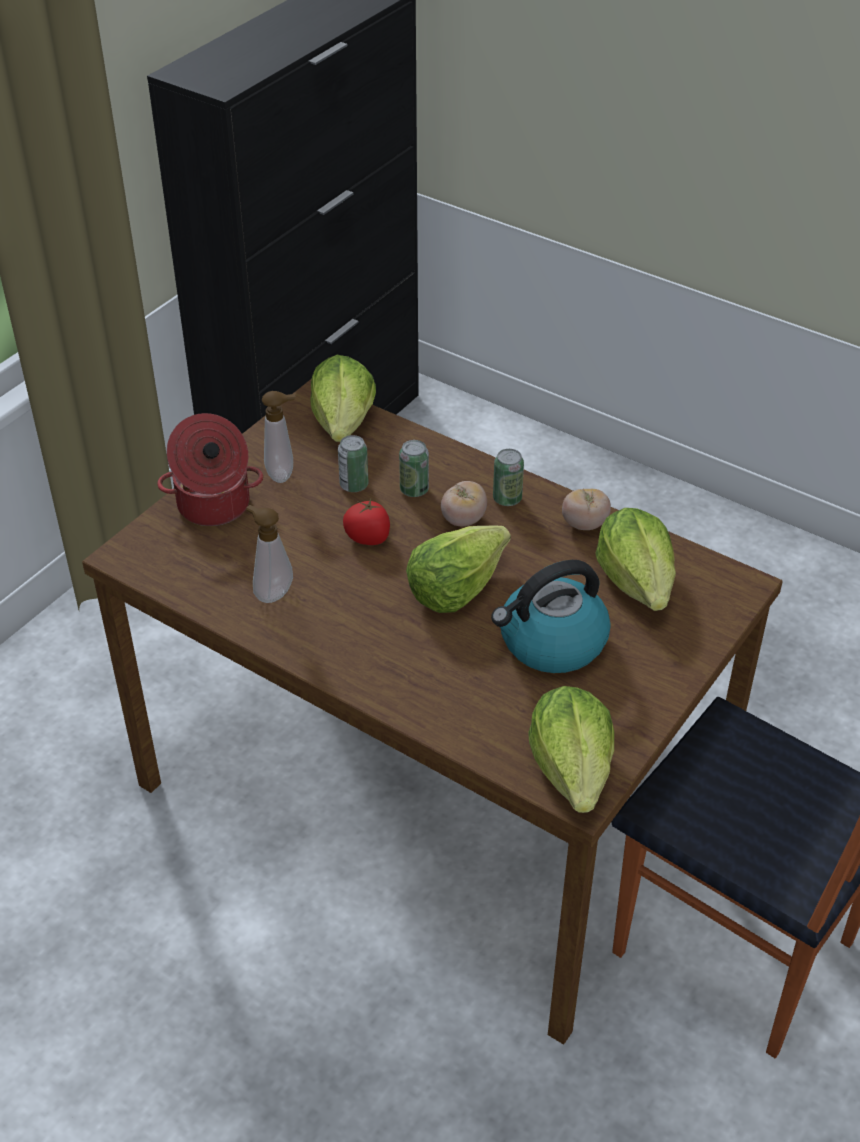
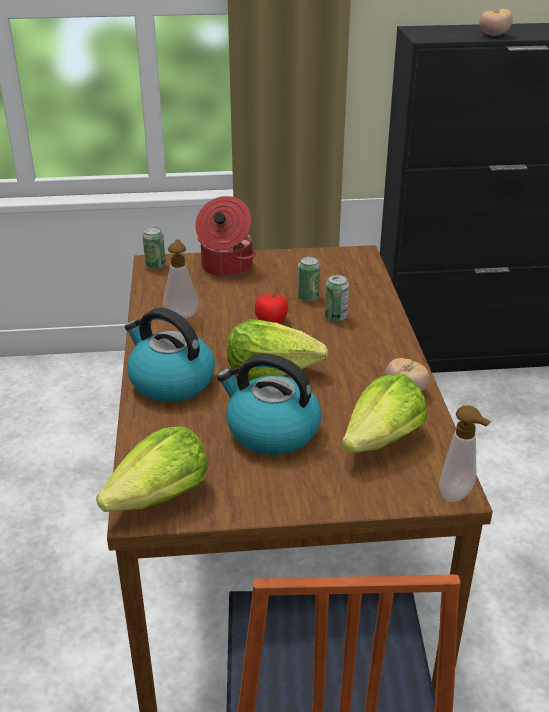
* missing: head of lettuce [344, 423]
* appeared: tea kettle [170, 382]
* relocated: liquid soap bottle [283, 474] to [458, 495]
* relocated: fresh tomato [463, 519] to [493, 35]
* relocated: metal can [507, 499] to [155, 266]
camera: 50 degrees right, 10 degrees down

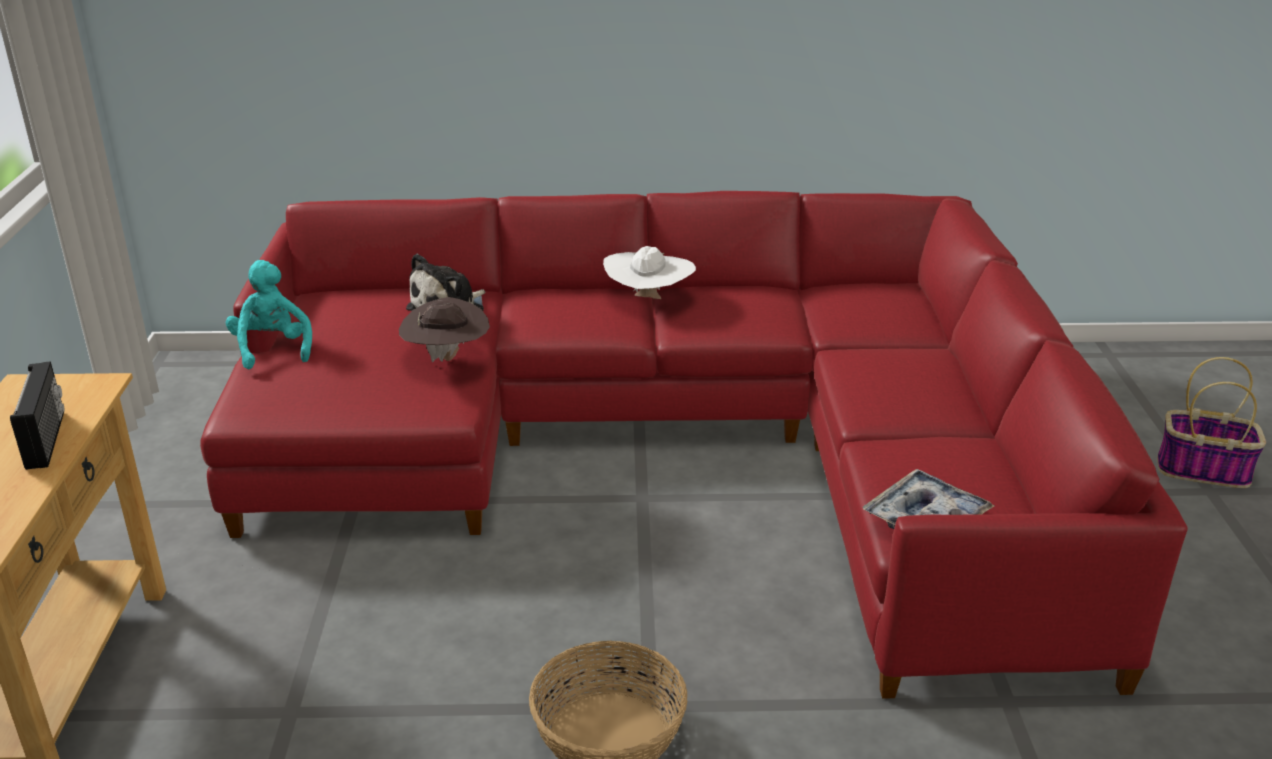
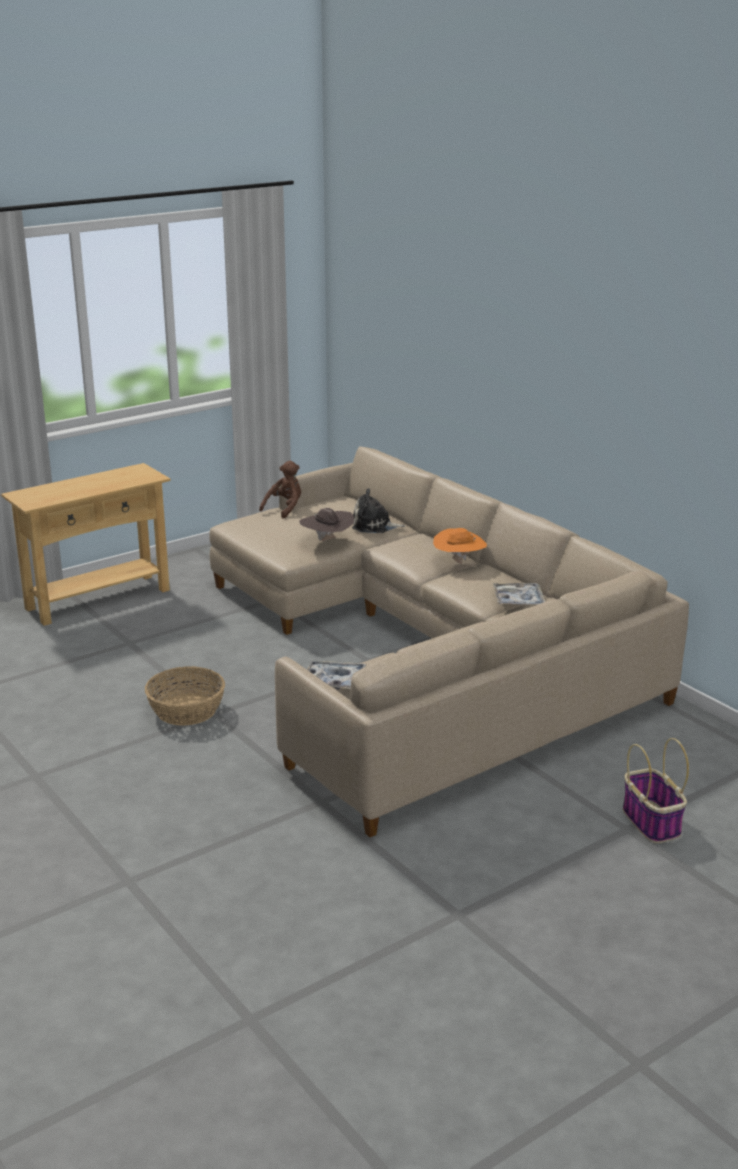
* missing: radio set [48, 439]
* appeared: serving tray [518, 600]
* colour: settee in red [677, 449] to settee in sand-coloured [425, 655]
* colour: plush toy in turquoise-coloured [273, 349] to plush toy in brown-coloured [285, 509]
* colour: clothing hat in whitish [648, 300] to clothing hat in orangey [459, 563]
camera: 55 degrees right, 5 degrees down

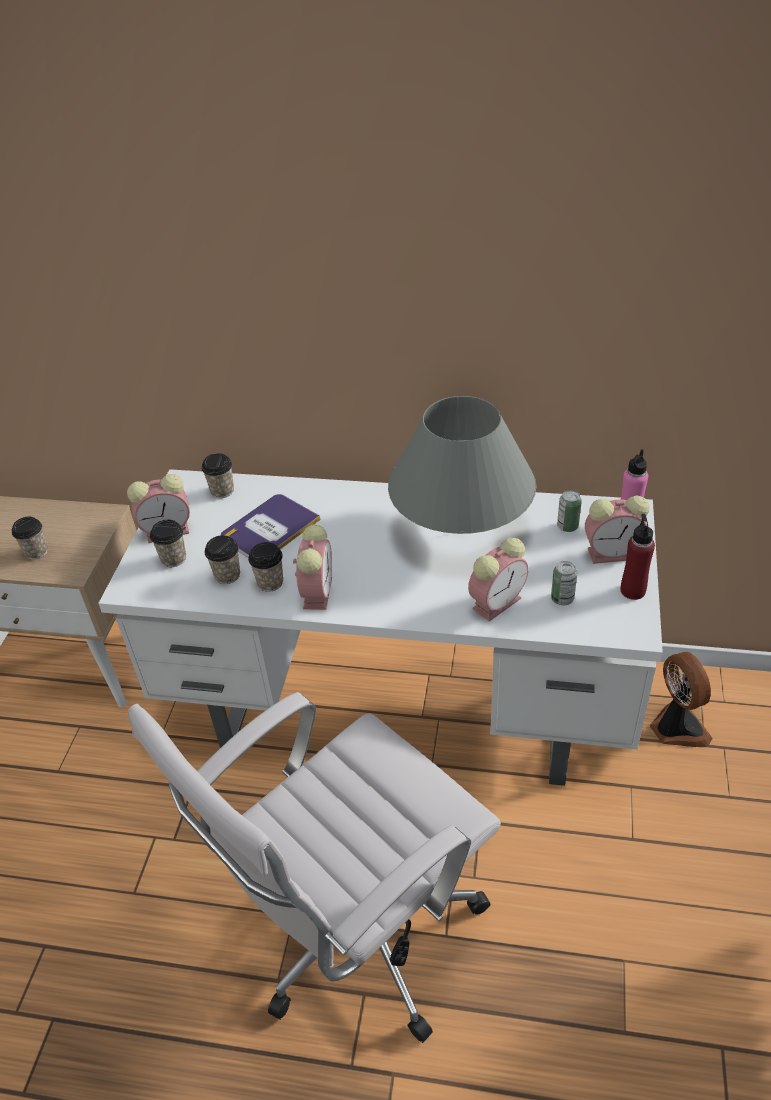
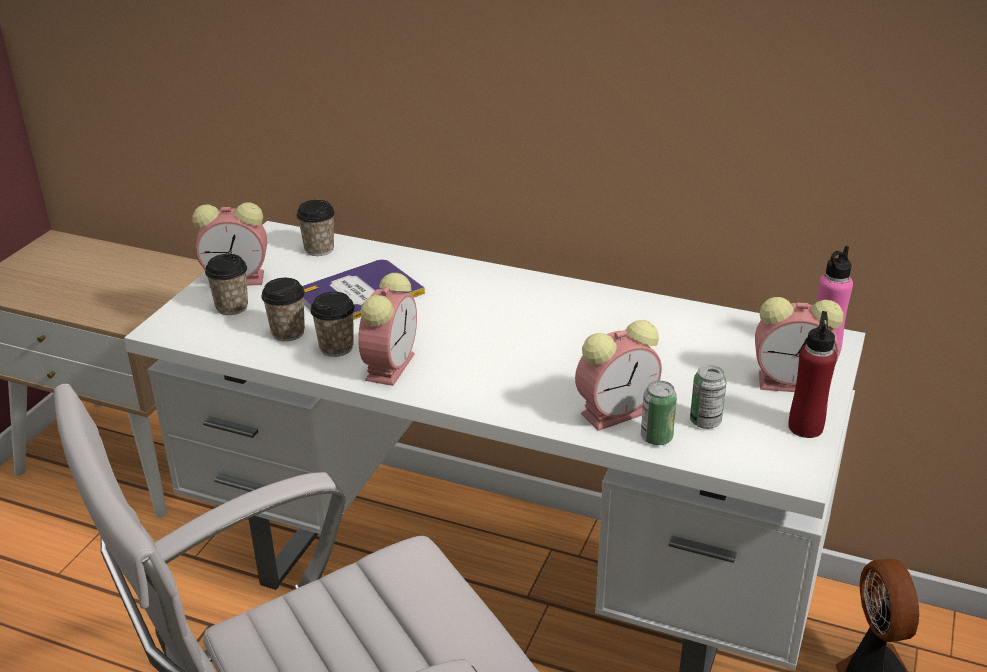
* missing: cup [36, 552]
* missing: lamp for a table in gray [461, 530]
* relocated: metal can [567, 526] to [656, 437]
camera: 10 degrees right, 10 degrees down

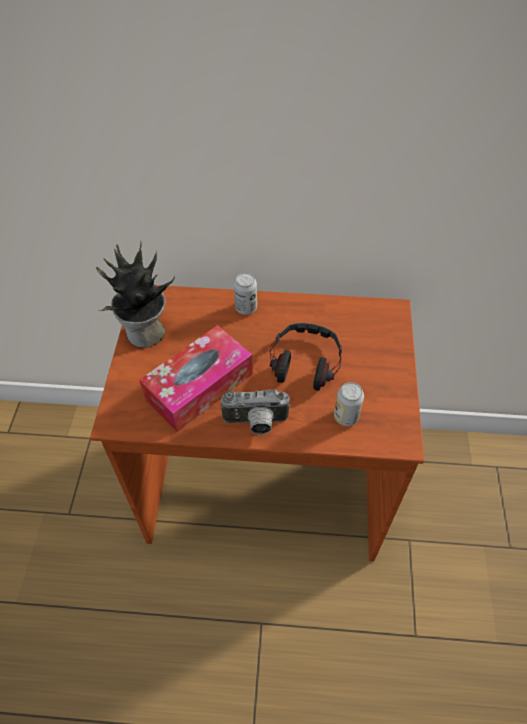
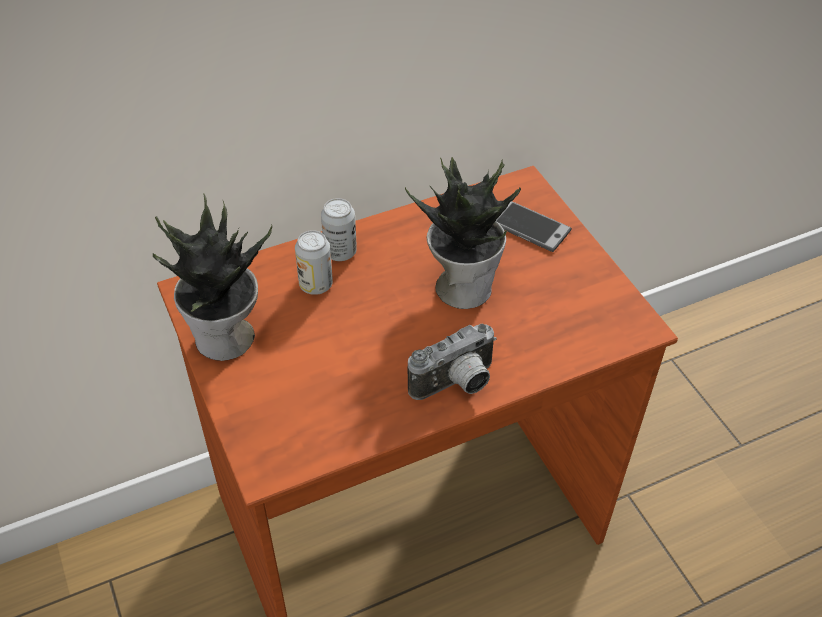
* missing: tissue holder [199, 386]
* appeared: telephone [530, 227]
* relocated: metal can [346, 417] to [316, 284]
* exchanged: headset [304, 361] to potted plant [463, 286]
camera: 30 degrees left, 5 degrees down

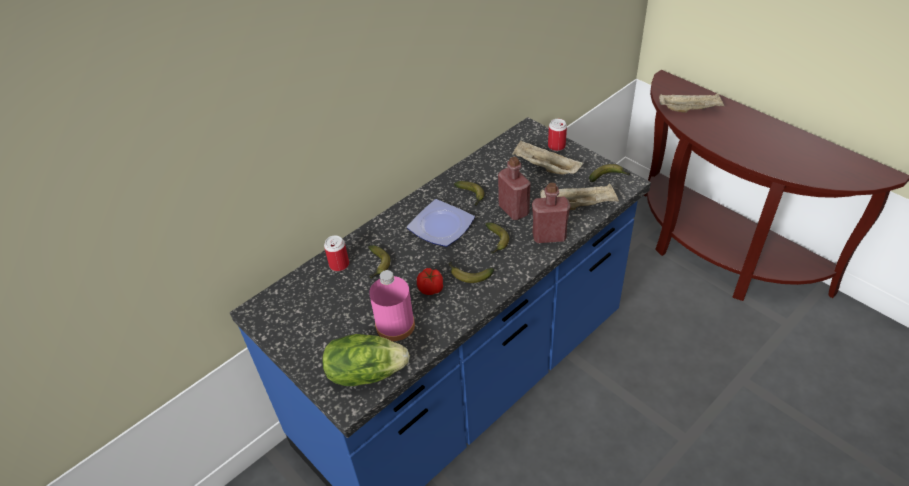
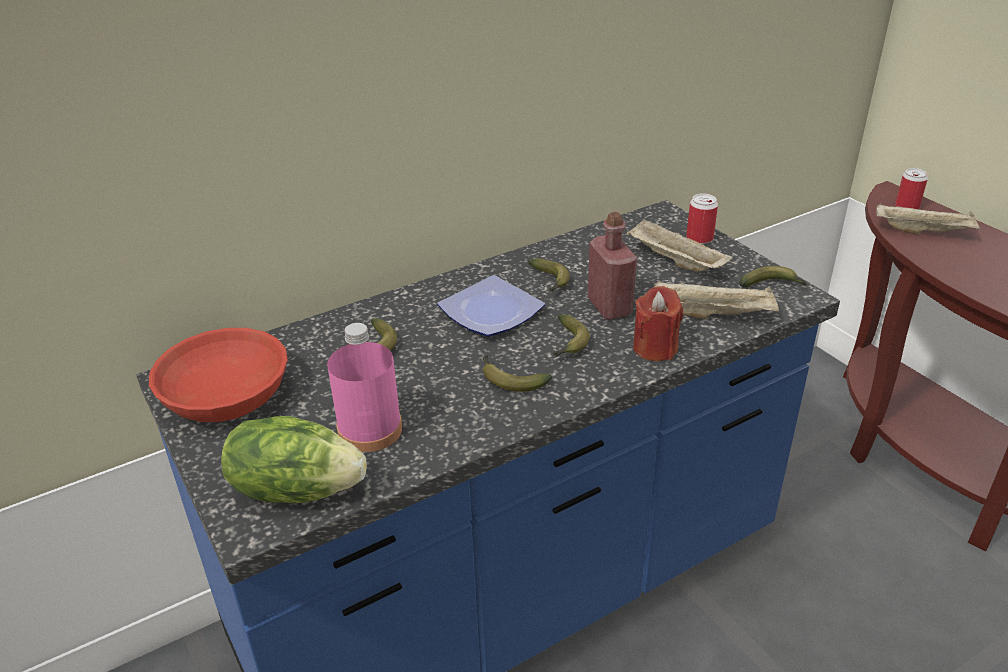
* missing: fresh tomato [431, 289]
* appeared: deep dish in red [226, 395]
* relocated: metal can [339, 264] to [907, 207]
* exchanged: bottle in red [549, 236] to wax candle in red [655, 348]
camera: 10 degrees right, 10 degrees down

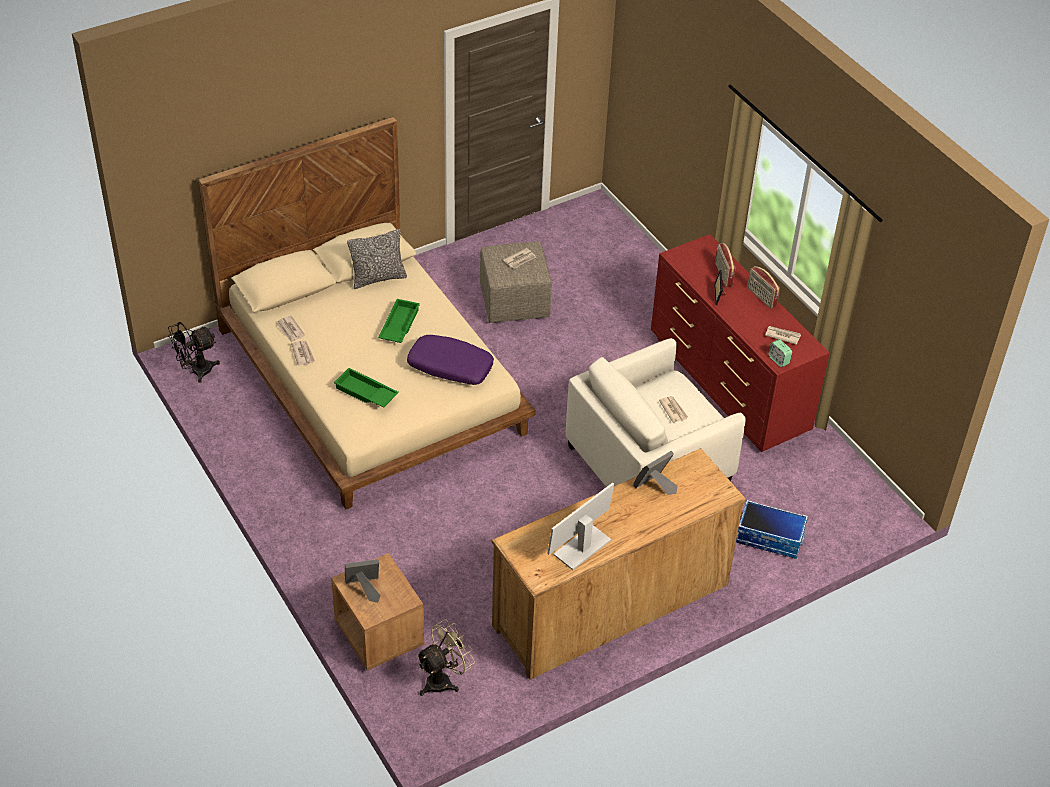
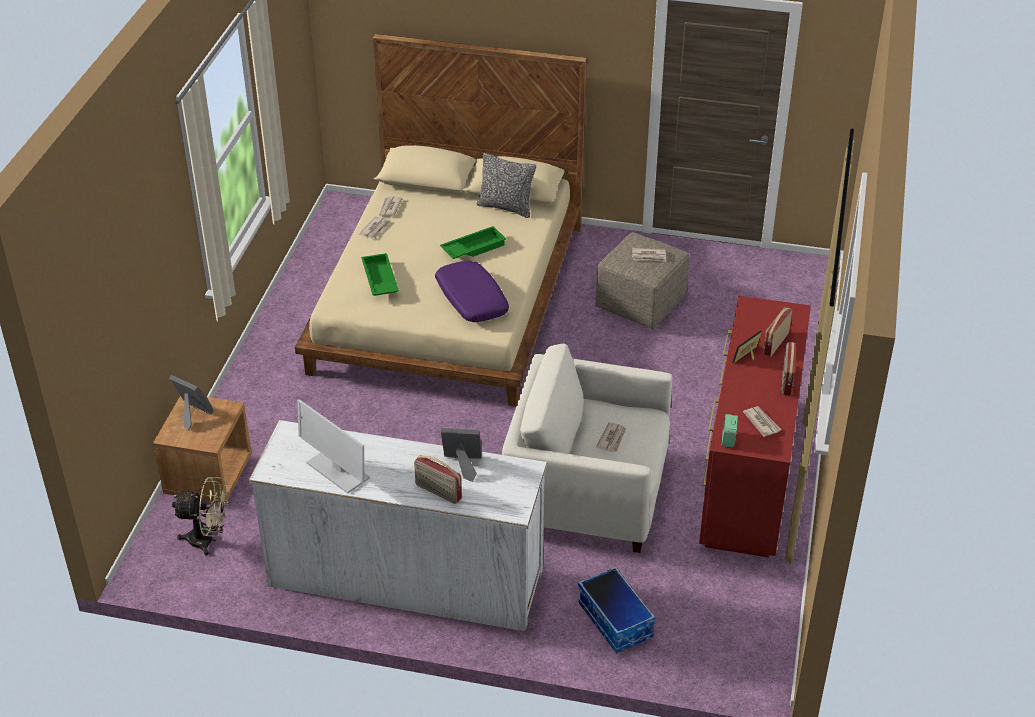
* missing: electric fan in blackish [196, 371]
* appeared: radio set [438, 492]
* colour: dresser in brown-coloured [611, 605] to dresser in whitish [406, 577]
* spun: computer display [582, 547] = [337, 470] 135 degrees counterclockwise
camera: 45 degrees right, 5 degrees down

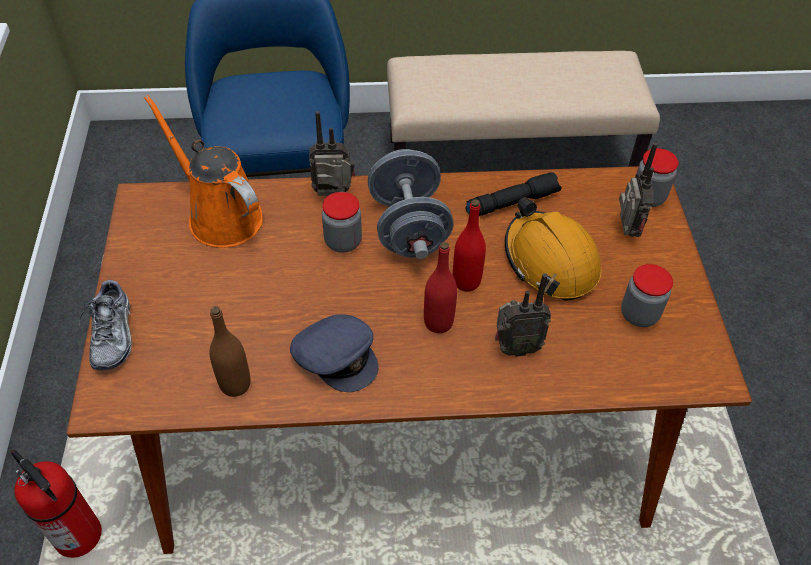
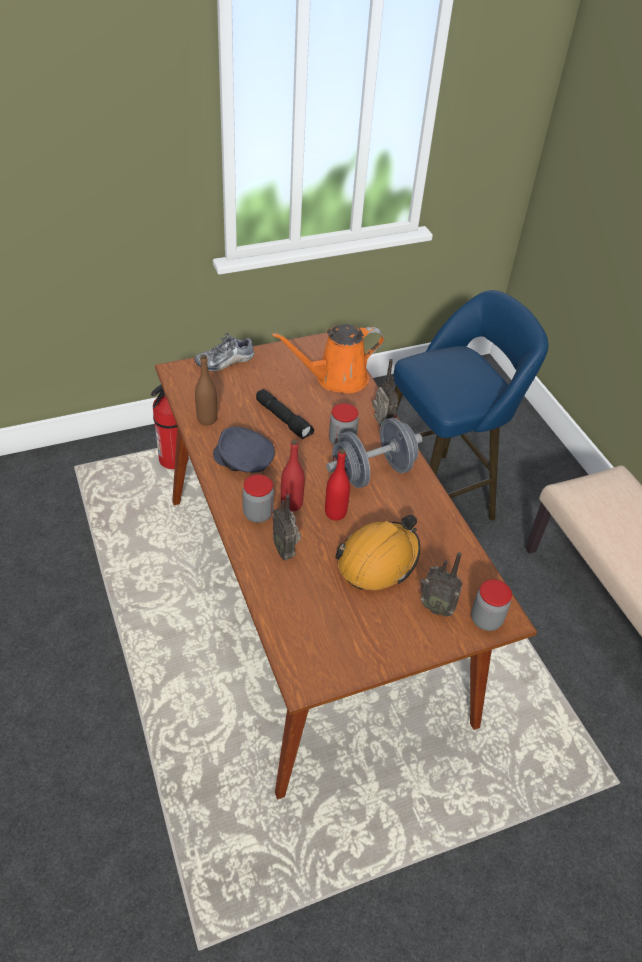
* relocated: hand torch in blackish [512, 202] to [284, 419]
* relocated: storage jar [639, 314] to [258, 514]
* spun: watering can in orangey [220, 215] = [336, 378] 135 degrees counterclockwise
* spun: baseball cap in gray [336, 357] = [243, 459] 90 degrees clockwise
* spun: radio set [625, 231] = [435, 607] 45 degrees clockwise
camera: 70 degrees right, 5 degrees down

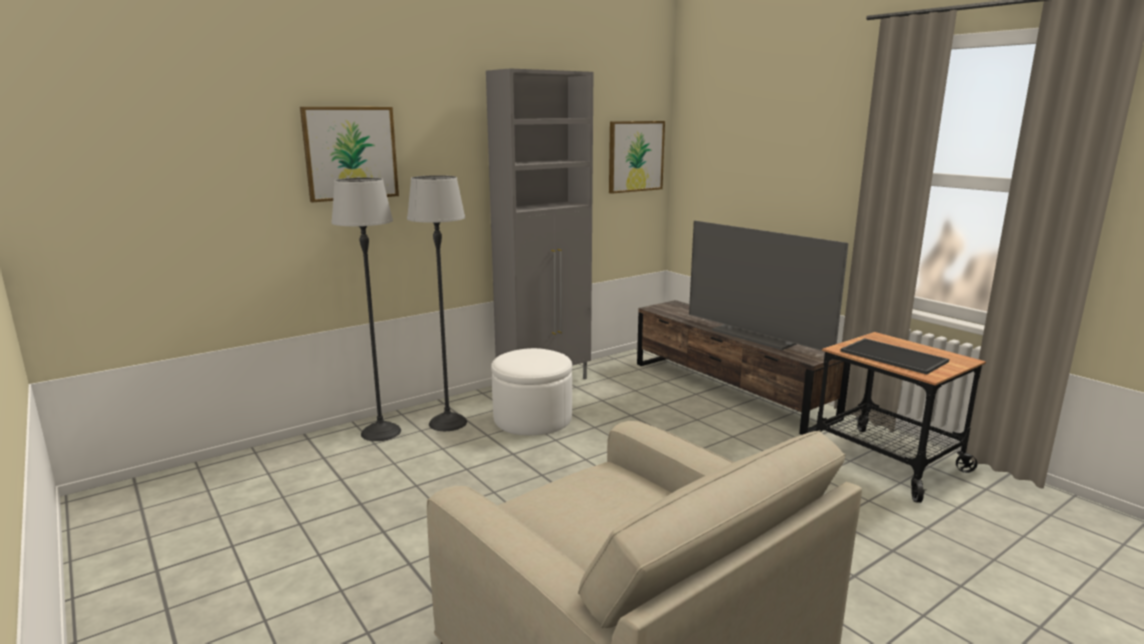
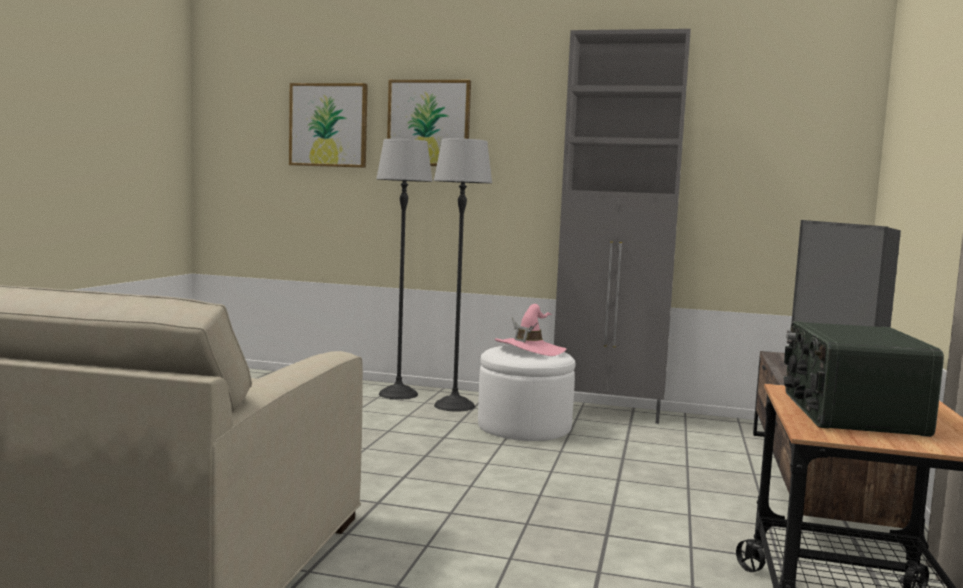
* appeared: clothing hat in pinkish [530, 350]
* relocated: wall picture [635, 156] to [328, 125]
* exchanged: serving tray [895, 356] to radio set [848, 413]
camera: 50 degrees right, 10 degrees down

